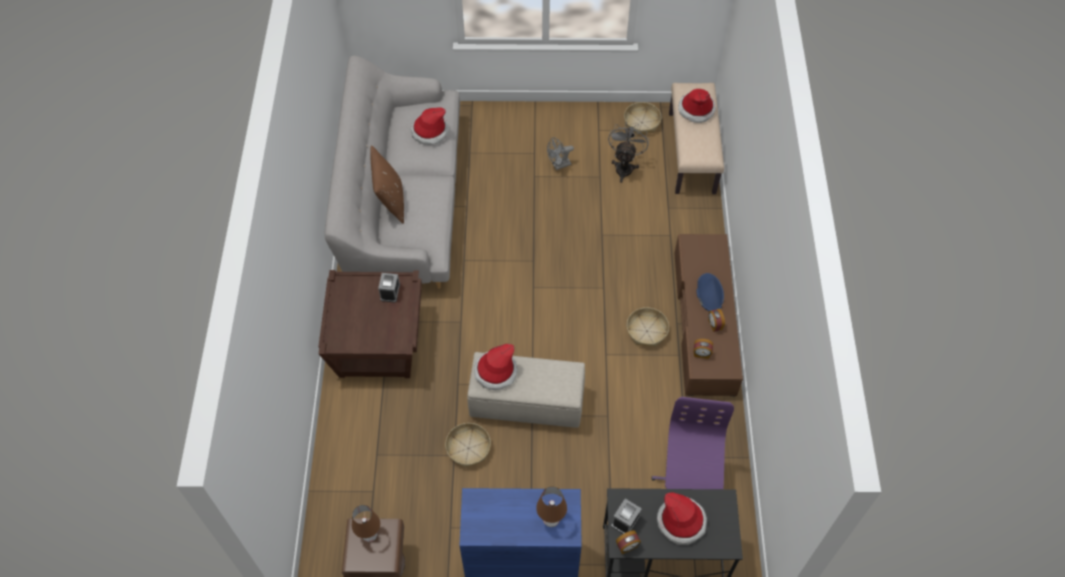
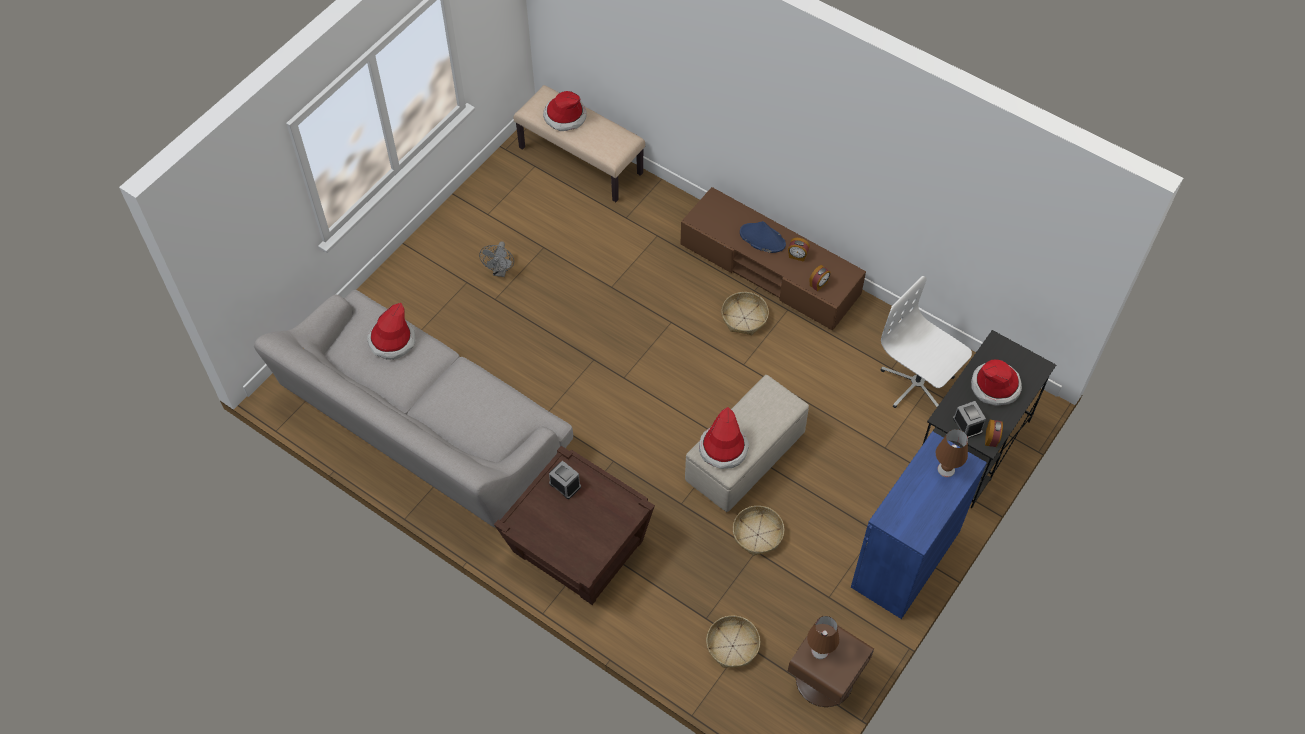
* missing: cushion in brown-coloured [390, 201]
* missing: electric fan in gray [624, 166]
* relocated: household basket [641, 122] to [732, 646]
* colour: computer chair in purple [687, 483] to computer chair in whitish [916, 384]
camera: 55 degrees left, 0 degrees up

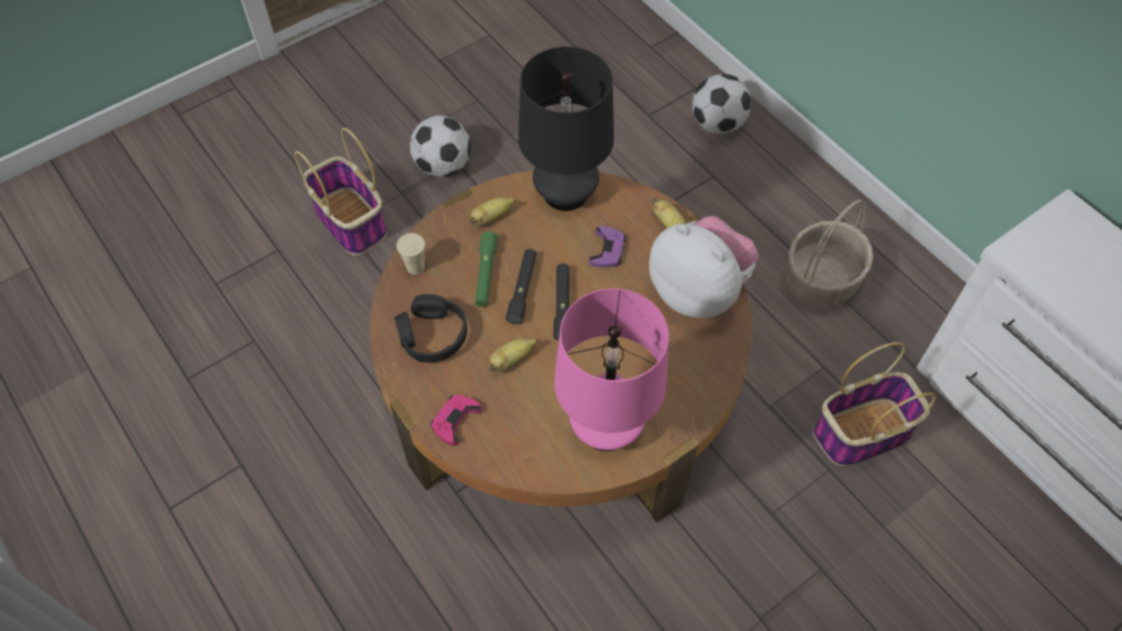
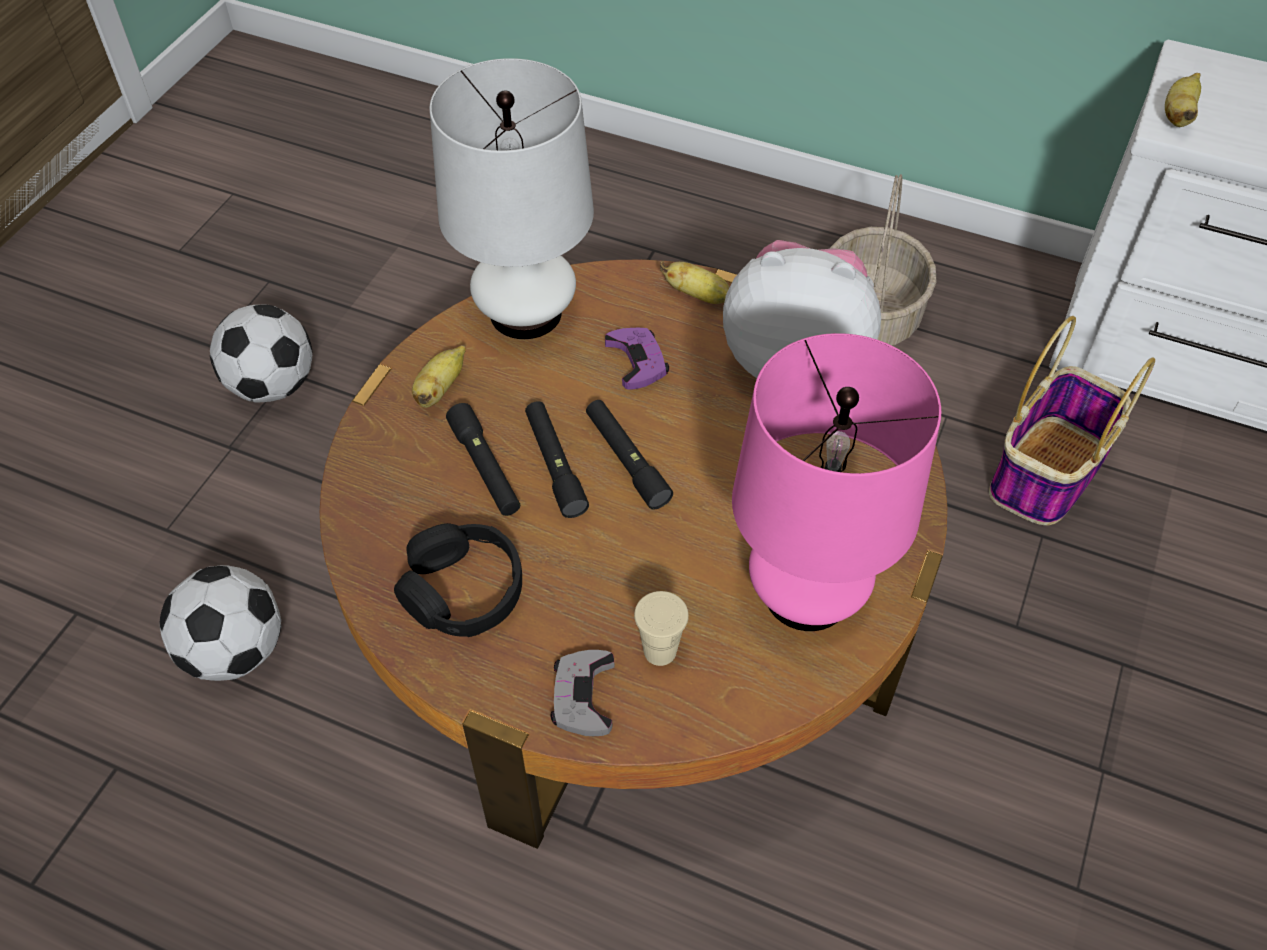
* missing: household basket [352, 222]
* relocated: cup in sand-coloured [415, 267] to [660, 651]
* relocated: banana fruit [511, 360] to [1178, 115]
* relocated: football ball [717, 124] to [235, 651]
* colour: joypad in pinkish [455, 420] to joypad in gray [583, 696]
* colour: hand torch in green [486, 274] to hand torch in blackish [485, 468]
* colour: lamp for a table in blackish [565, 193] to lamp for a table in whitish [525, 313]
camera: 30 degrees left, 5 degrees down

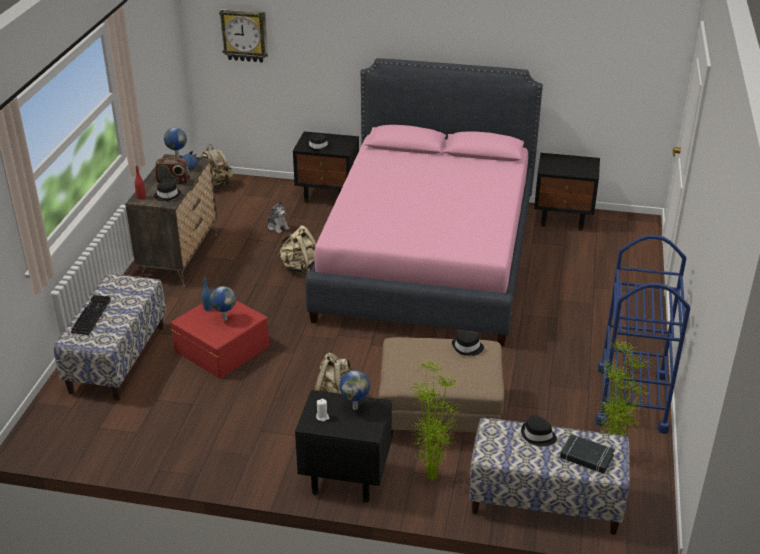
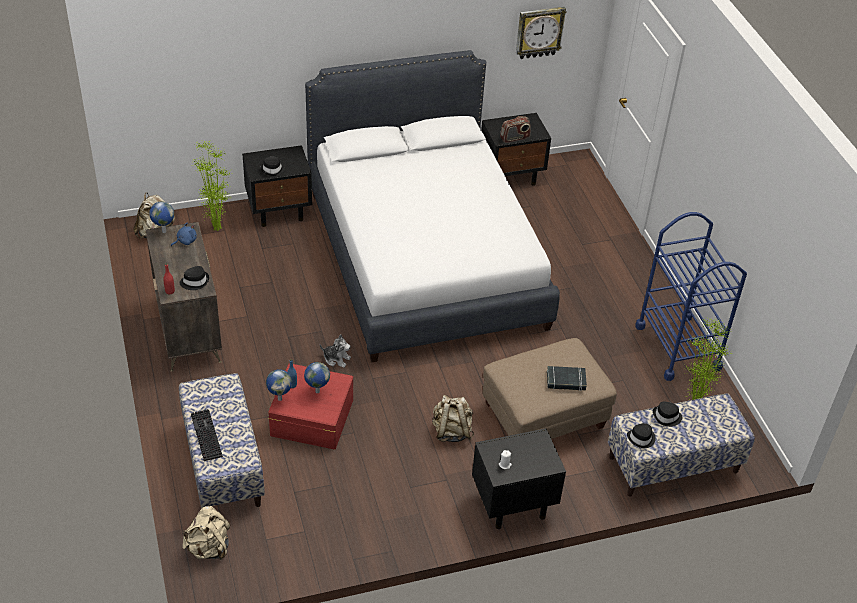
* relocated: radio set [173, 181] to [515, 138]
* relocated: wall clock [244, 35] to [539, 32]
* relocated: plush toy [278, 227] to [336, 359]
* relocated: knapsack in sand-coloured [299, 268] to [208, 548]
* relocated: world globe [355, 408] to [280, 398]
* relocated: potted plant [430, 476] to [215, 228]
* relocated: clothing hat in blackish [467, 348] to [641, 438]
* relocated: book in blackish [586, 457] to [566, 381]
* colour: bedroom bed in pinkish [428, 259] to bedroom bed in whitish [425, 258]
camera: 30 degrees left, 10 degrees up

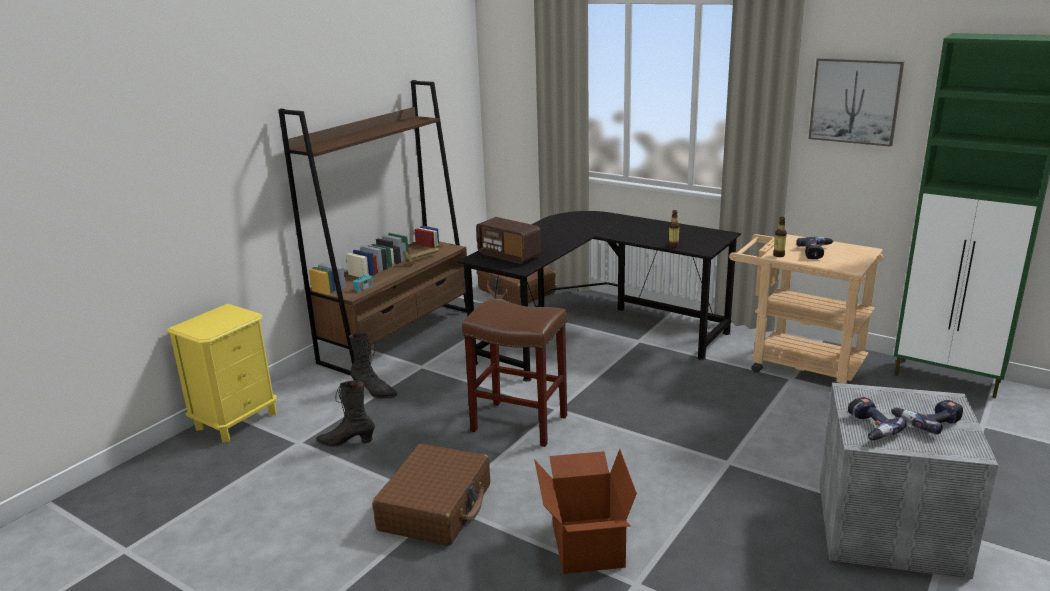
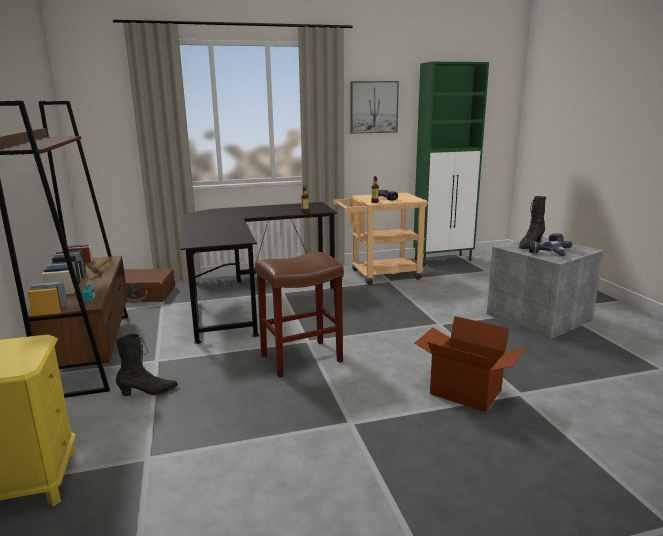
* missing: suitcase in brown-coloured [436, 507]
* missing: radio set [509, 256]
* relocated: tall boot in blackish [346, 442] to [530, 245]
camera: 50 degrees left, 5 degrees down

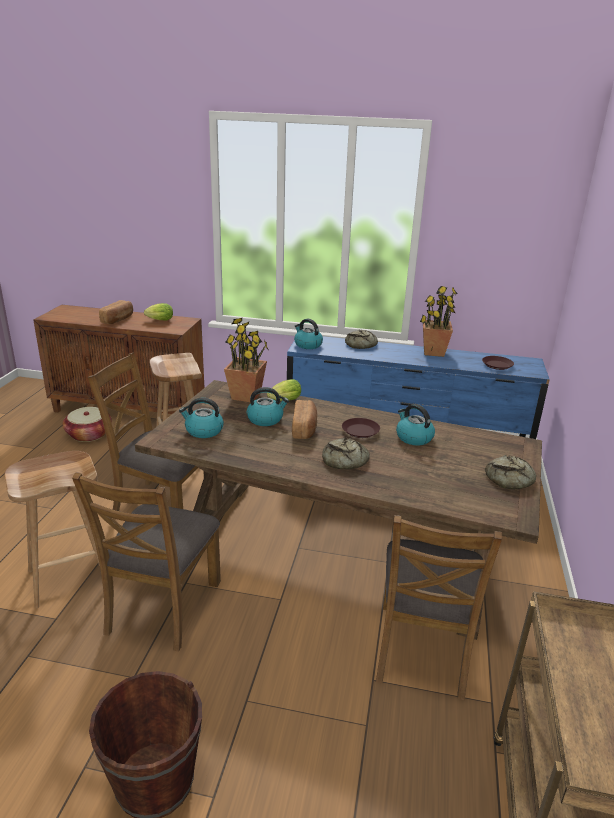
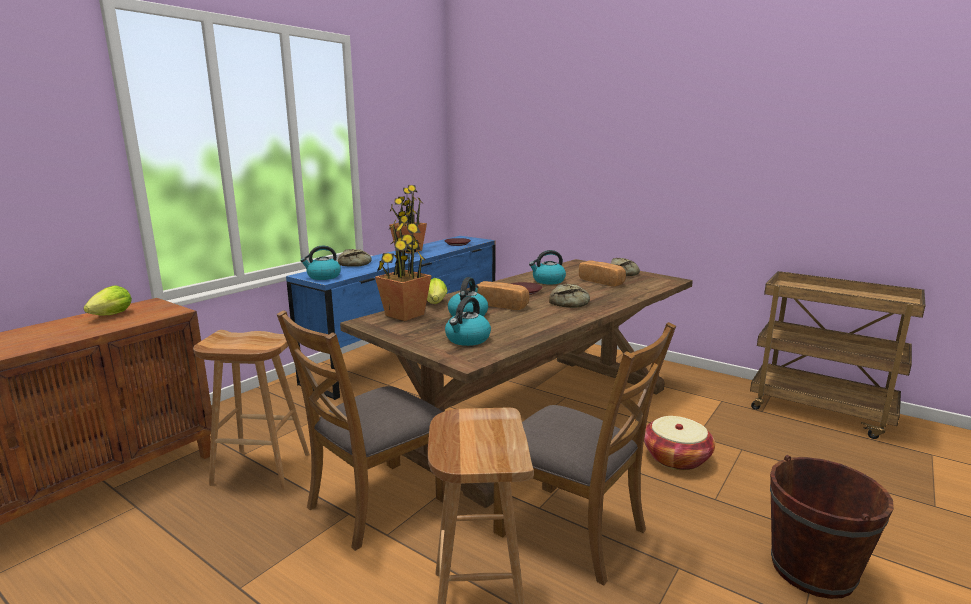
* missing: plain chair in brown-coloured [422, 649]
* relocated: household basket [89, 434] to [676, 458]
* relocated: bread [118, 319] to [602, 282]
camera: 65 degrees left, 10 degrees down

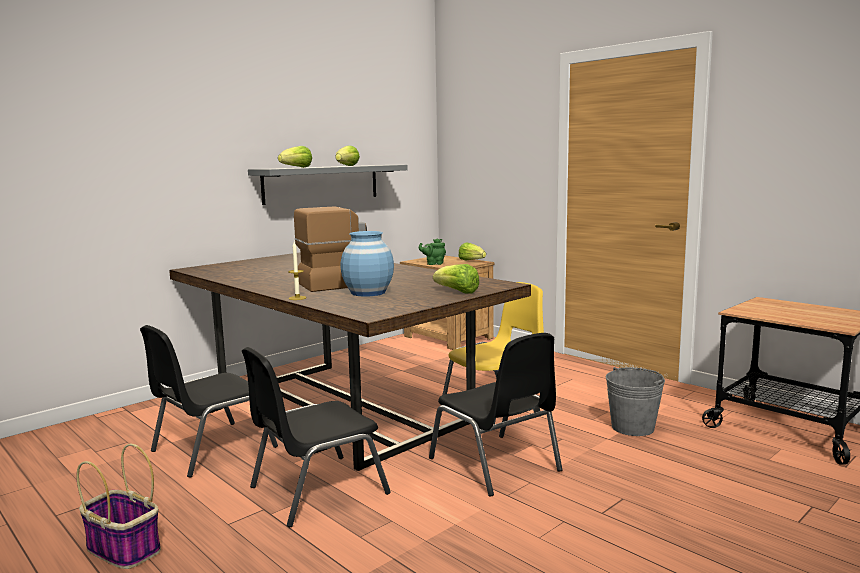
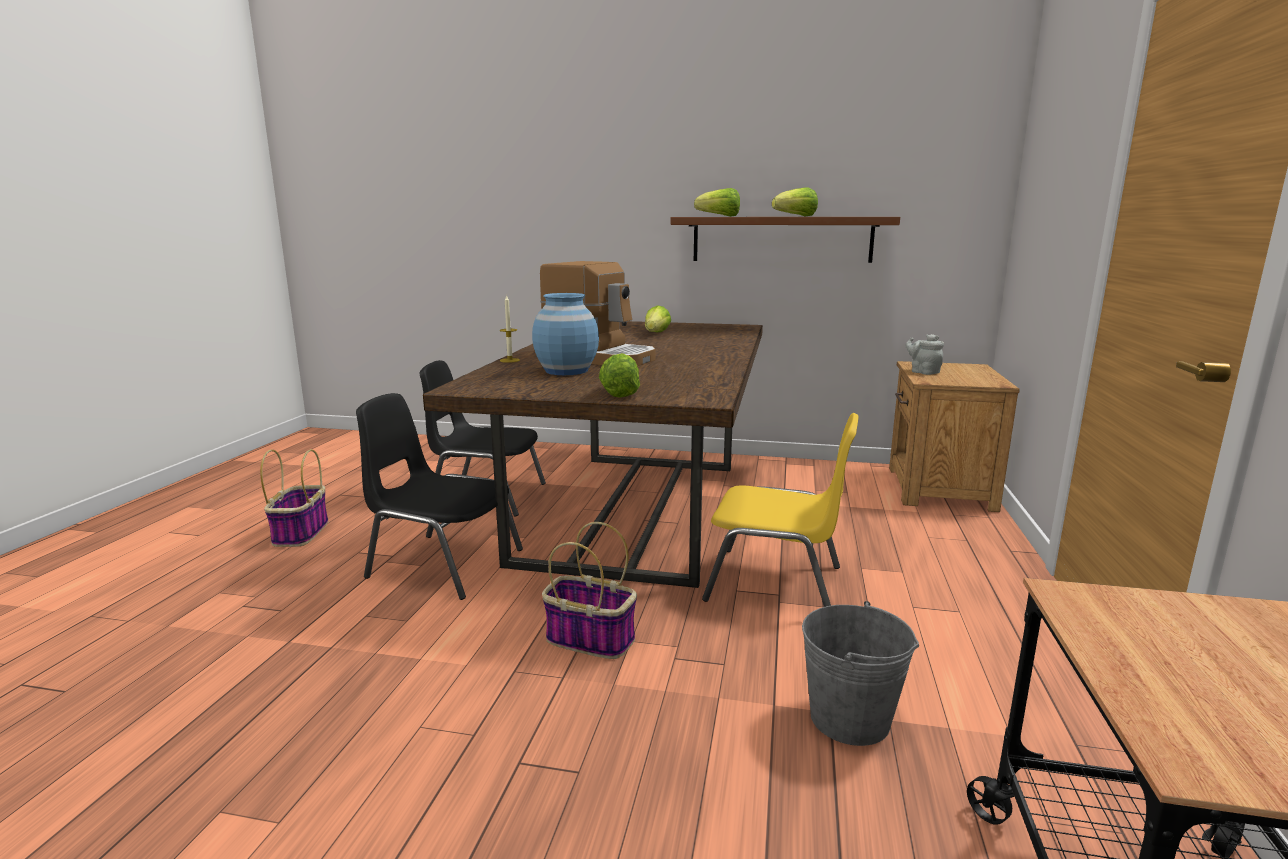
* relocated: head of lettuce [471, 261] to [656, 334]
* exchanged: plain chair in blackish [496, 465] to household basket [588, 639]
* colour: shelf in gray [321, 183] to shelf in brown-coloured [781, 239]
* colour: tea pot in green [433, 263] to tea pot in gray [923, 372]
camera: 55 degrees right, 5 degrees up

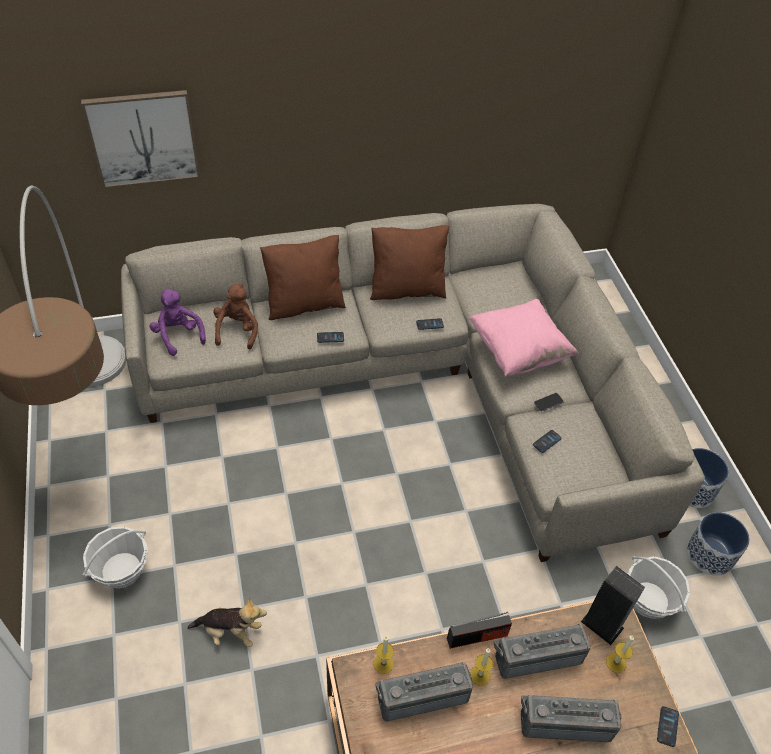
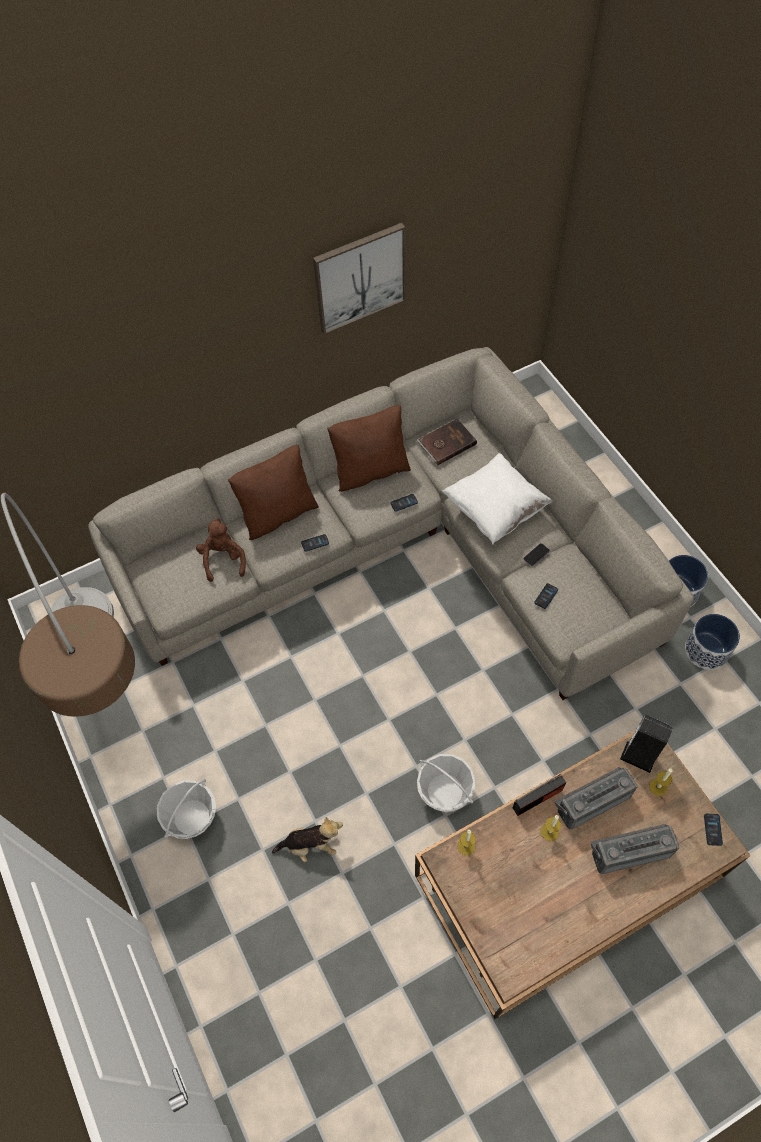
* missing: plush toy in purple [178, 335]
* missing: radio set [422, 694]
* appeared: book in brown-coloured [446, 443]
* relocated: wall picture [143, 138] to [360, 278]
* relocated: household basket [649, 600] to [445, 791]
* colour: cushion in pinkish [518, 352] to cushion in whitish [495, 509]
camera: 10 degrees left, 10 degrees up

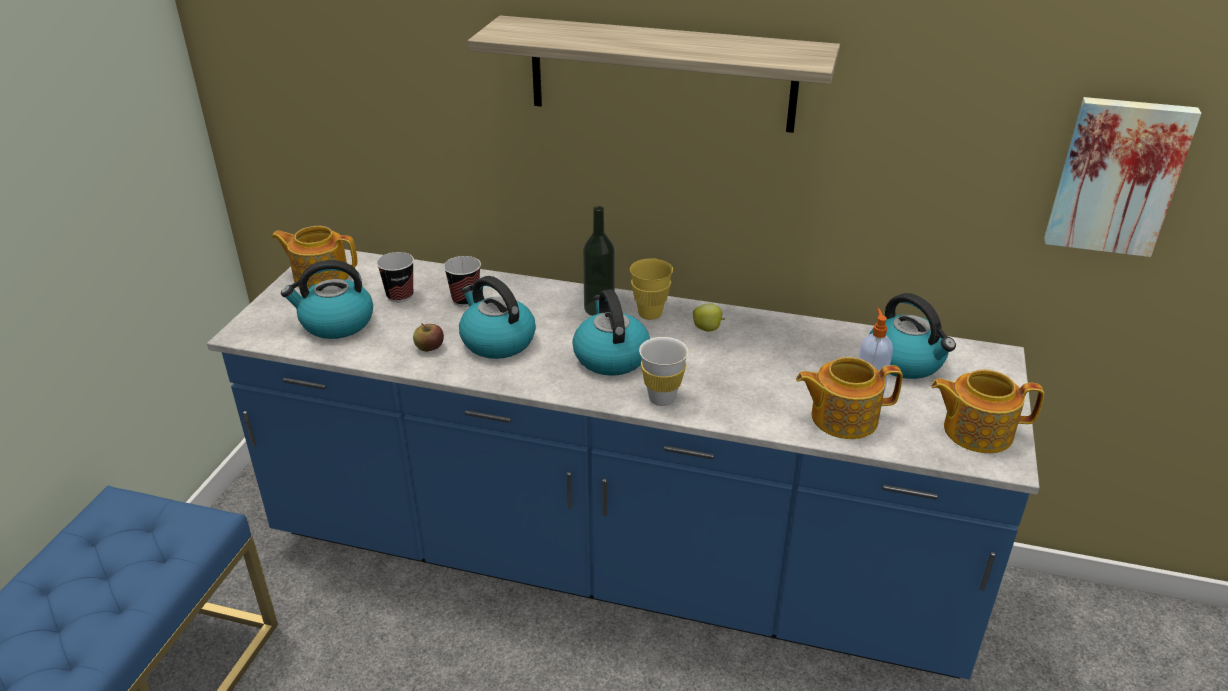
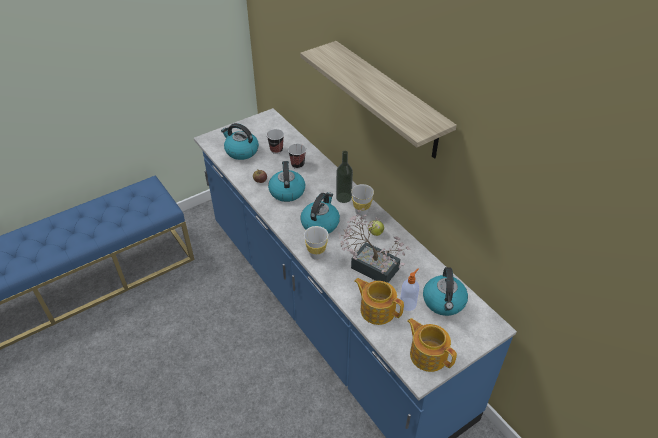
* missing: tea pot [320, 276]
* missing: wall picture [1117, 176]
* appeared: potted plant [370, 265]
* colour: cup in yellow-coloured [650, 314] to cup in whitish [361, 212]
camera: 40 degrees right, 10 degrees up

